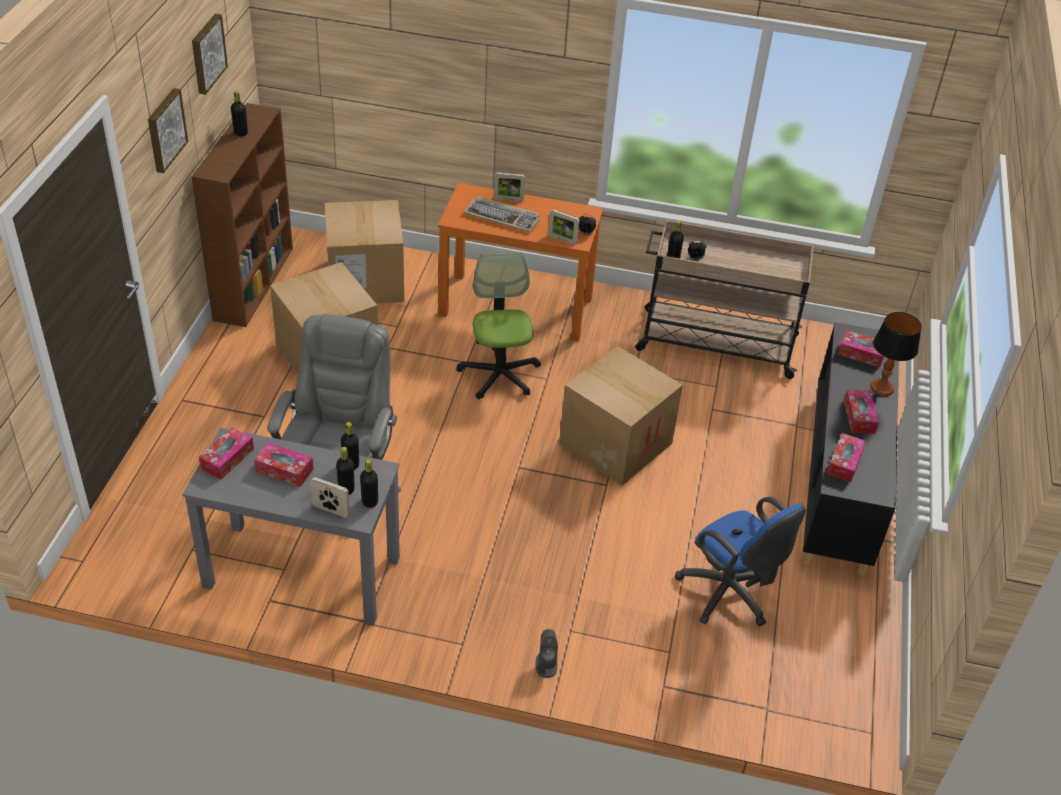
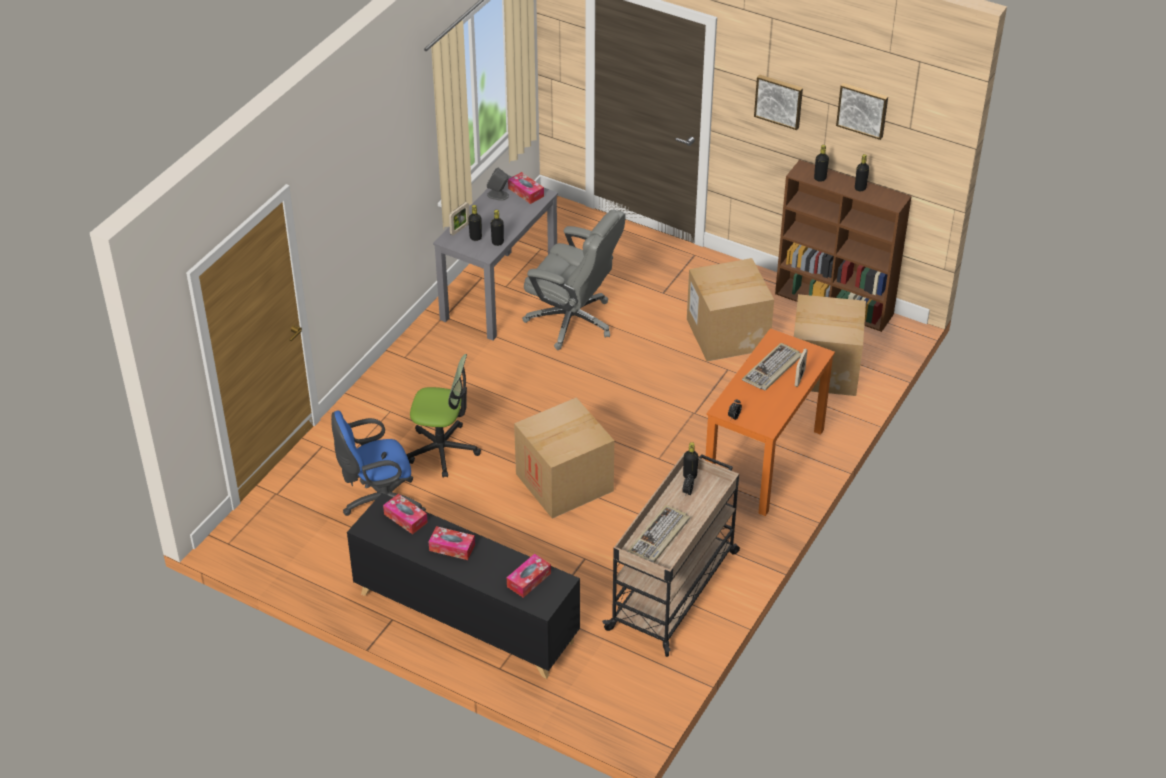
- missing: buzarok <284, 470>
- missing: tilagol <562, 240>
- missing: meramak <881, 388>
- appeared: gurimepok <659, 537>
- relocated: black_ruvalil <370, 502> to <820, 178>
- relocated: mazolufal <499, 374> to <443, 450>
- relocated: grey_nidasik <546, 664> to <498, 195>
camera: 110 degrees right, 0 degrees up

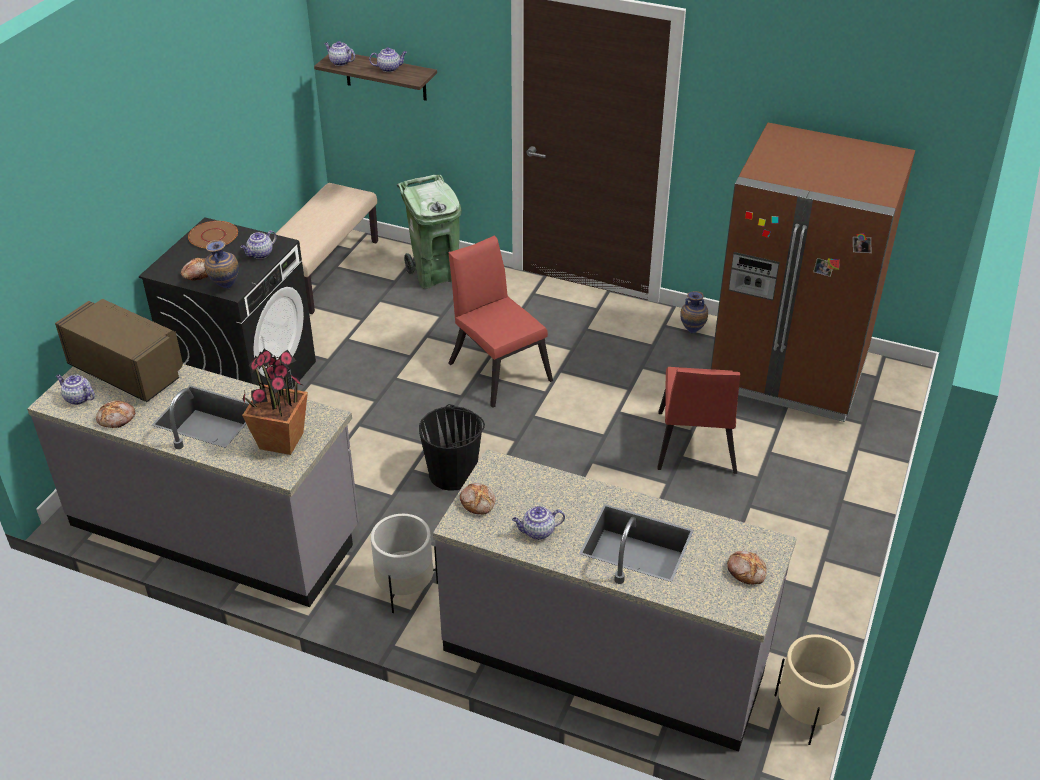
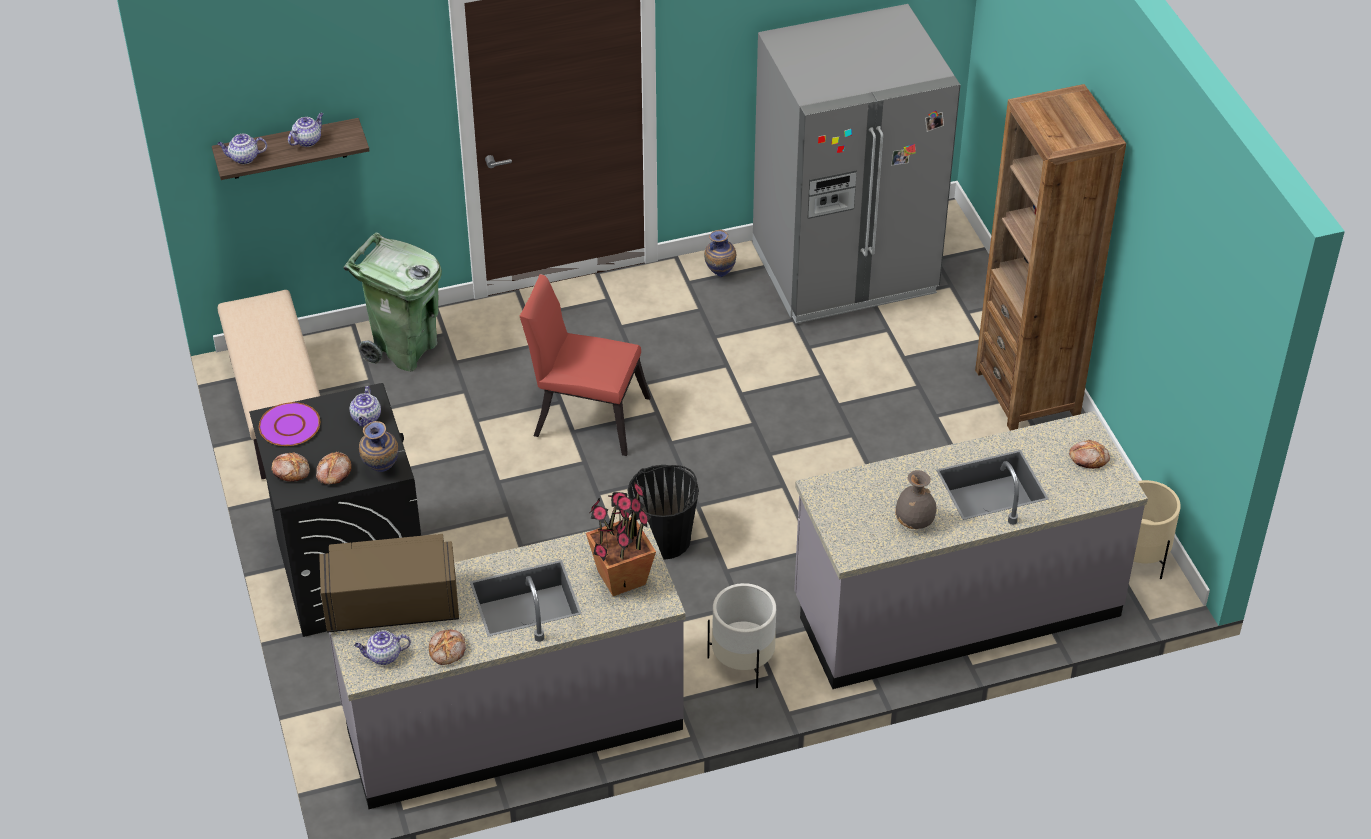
- missing: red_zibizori <694, 447>
- appeared: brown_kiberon <1027, 392>
- relocated: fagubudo <478, 502> to <291, 471>
- exchanged: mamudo <537, 532> to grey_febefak <915, 522>
- colour: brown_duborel <213, 236> to purple_duborel <289, 426>
- colour: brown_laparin <789, 372> to grey_laparin <844, 270>
camera: 40 degrees left, 5 degrees up

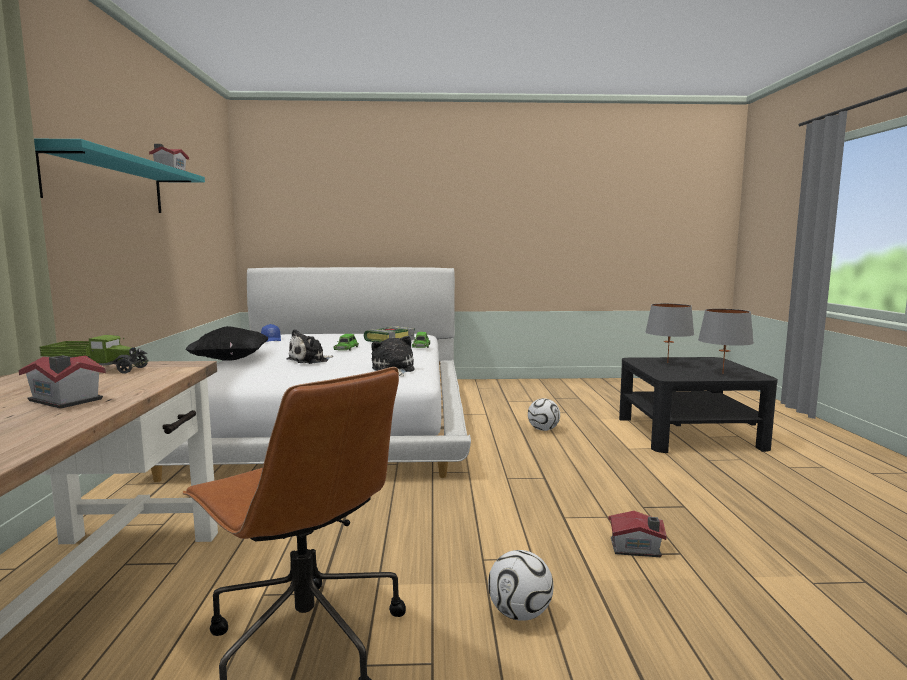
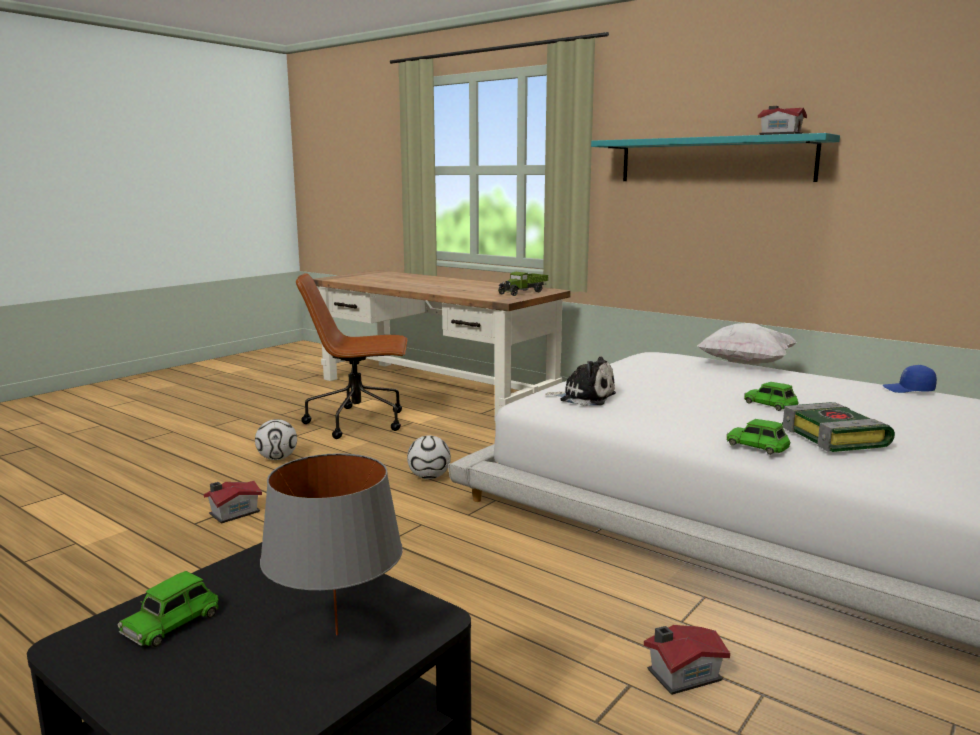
- missing: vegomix <310, 360>
- relocated: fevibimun <64, 400> to <681, 674>
- relocated: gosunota <543, 429> to <429, 477>
- exchanged: grey_meramak <722, 373> to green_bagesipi <172, 622>
- colour: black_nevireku <230, 360> to white_nevireku <745, 364>
camera: 130 degrees right, 5 degrees up

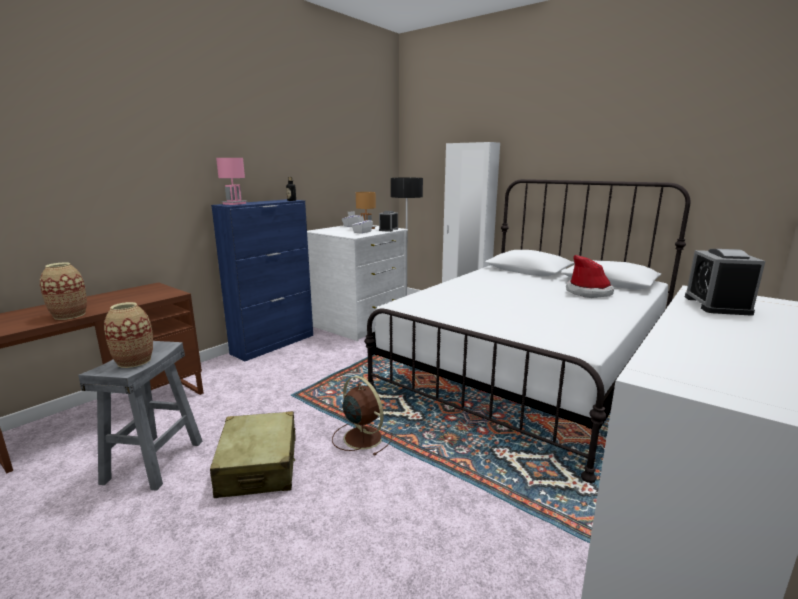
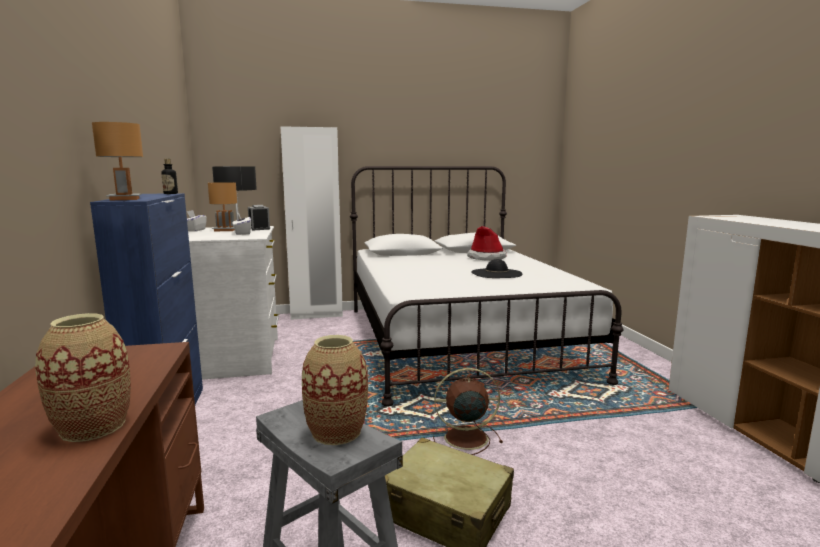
- missing: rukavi <717, 305>
- appeared: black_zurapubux <496, 273>
- colour: pink_meramak <234, 204> to brown_meramak <125, 199>
camera: 50 degrees left, 5 degrees down

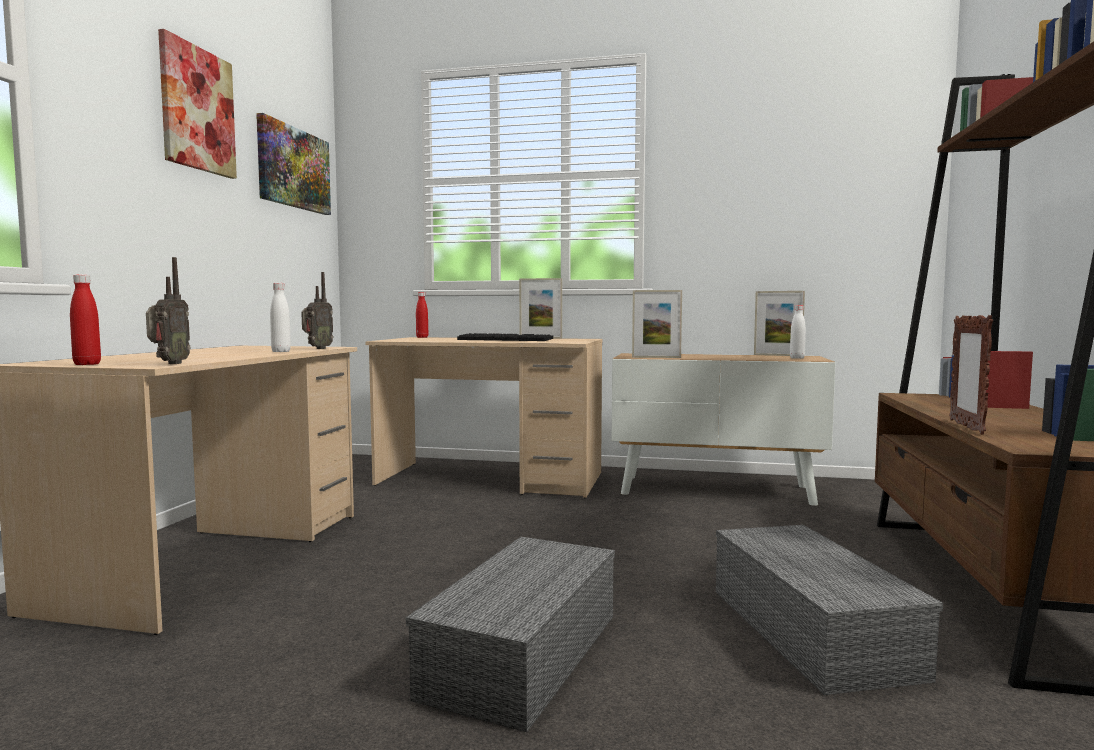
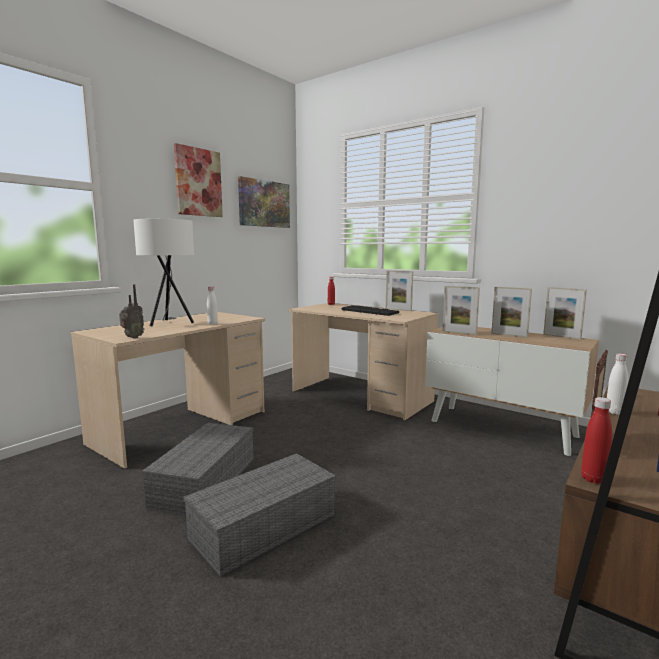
- missing: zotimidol <317, 348>
- appeared: white_meramak <170, 323>
- appeared: tilagol <509, 335>
- relocated: red_ruvalil <87, 364> to <593, 479>
- relocated: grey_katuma <806, 629> to <205, 480>
- relocated: white_ruvalil <797, 358> to <614, 412>
camera: 25 degrees right, 5 degrees up

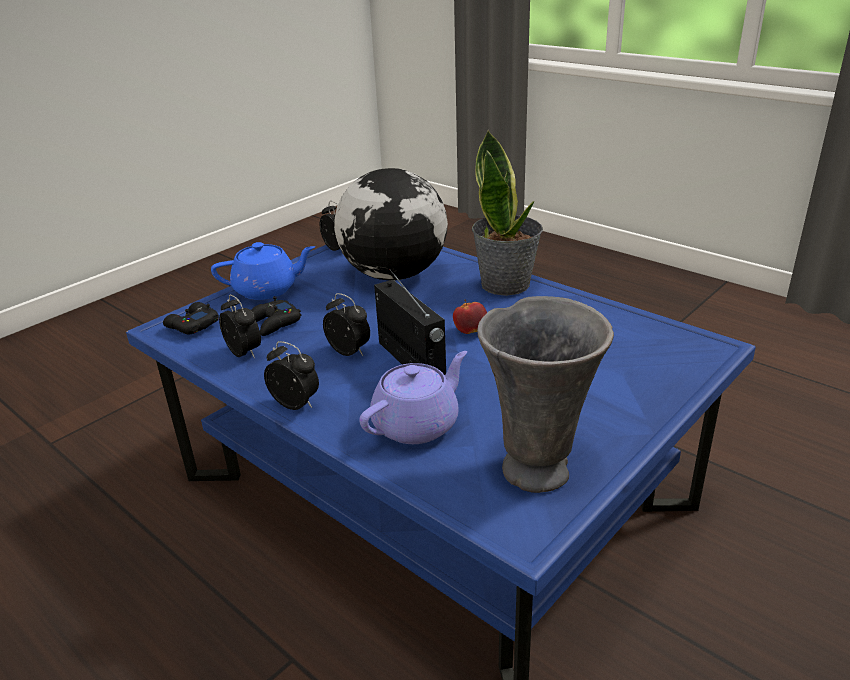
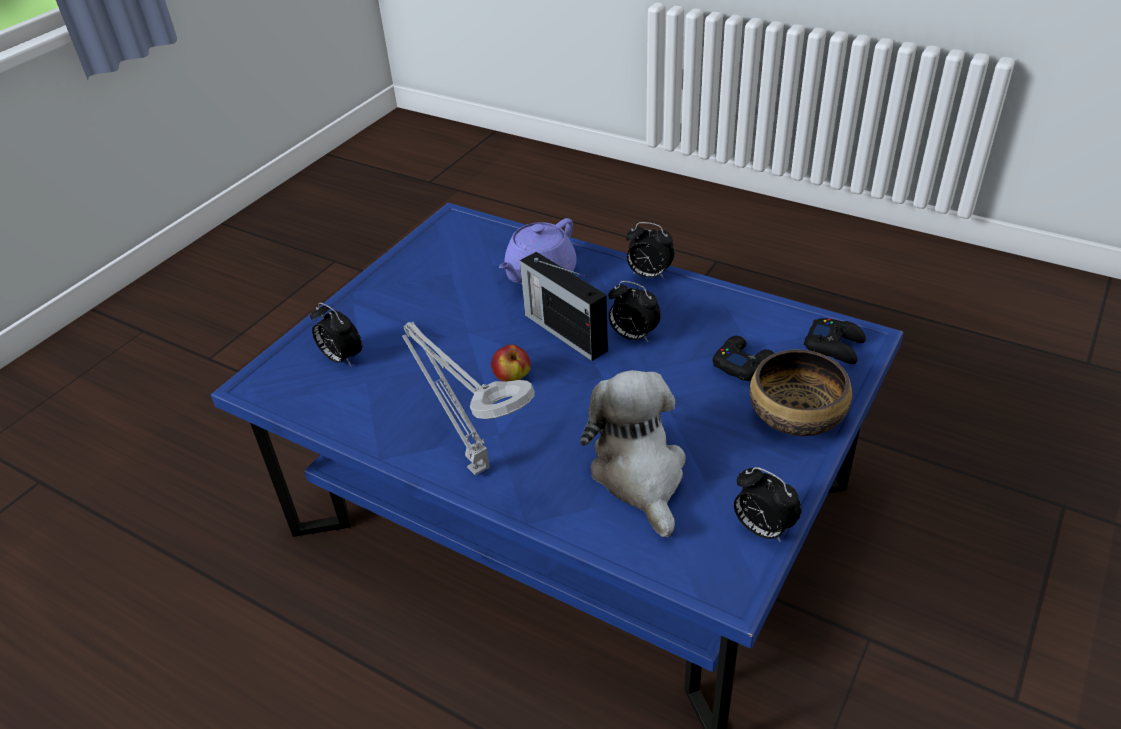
- missing: grey_febefak <538, 468>
- relocated: rukavi <245, 353> to <341, 358>
- exchanged: blue_mamudo <267, 289> to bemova <797, 415>
- exchanged: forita <394, 274> to vegomix <640, 475>
- exchanged: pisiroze <506, 284> to grey_meramak <475, 465>
camera: 170 degrees right, 10 degrees up

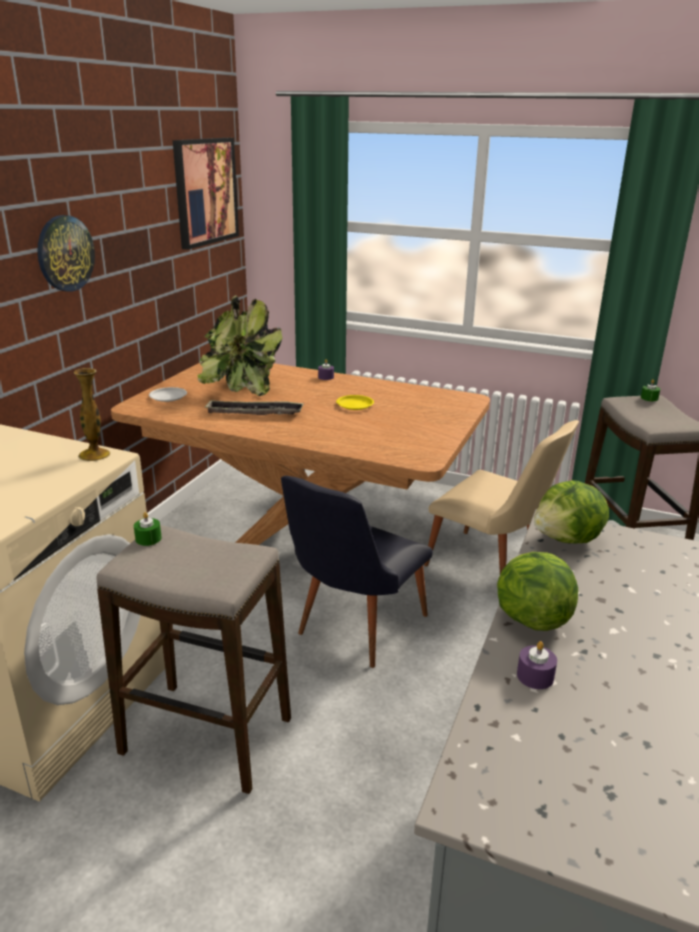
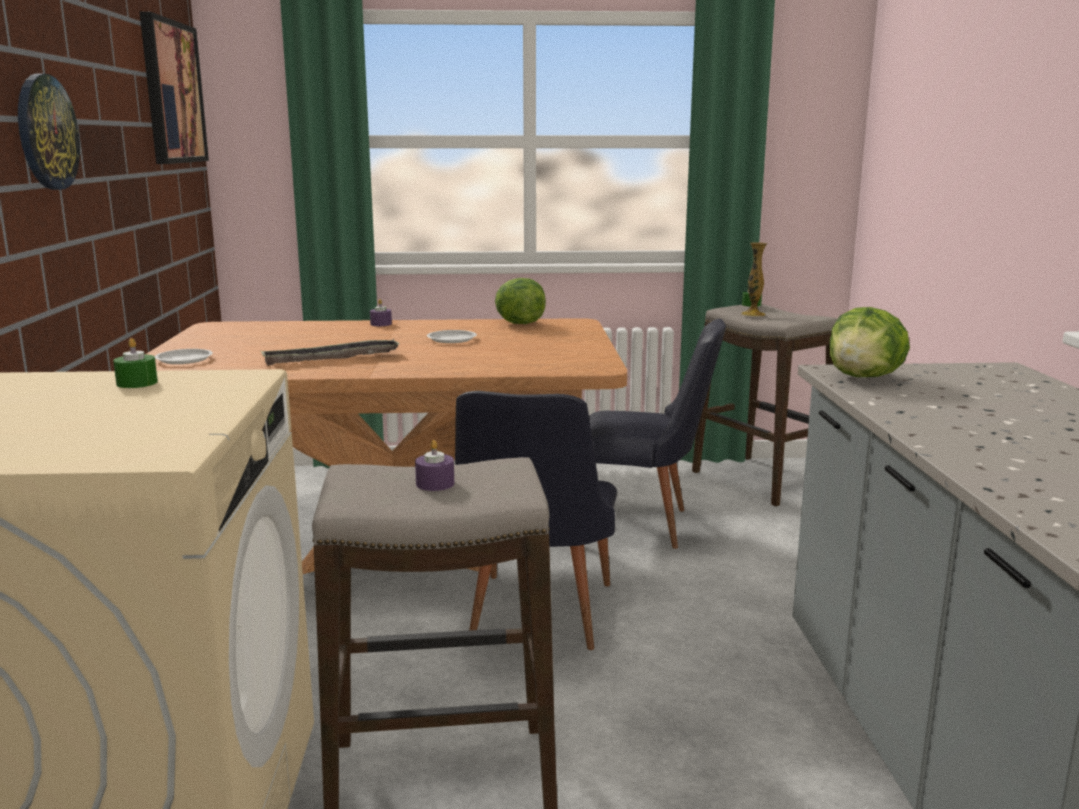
- missing: pisiroze <238, 385>
- relocated: febefak <94, 455> to <753, 314>
- relocated: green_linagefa <148, 539> to <137, 383>
- relocated: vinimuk <530, 618> to <519, 323>
- relocated: purple_linagefa <535, 676> to <435, 483>
- colour: yellow_duborel <354, 405> to white_duborel <451, 340>
- colour: beige_zibizori <492, 567> to black_zibizori <640, 525>
camera: 25 degrees left, 10 degrees down

